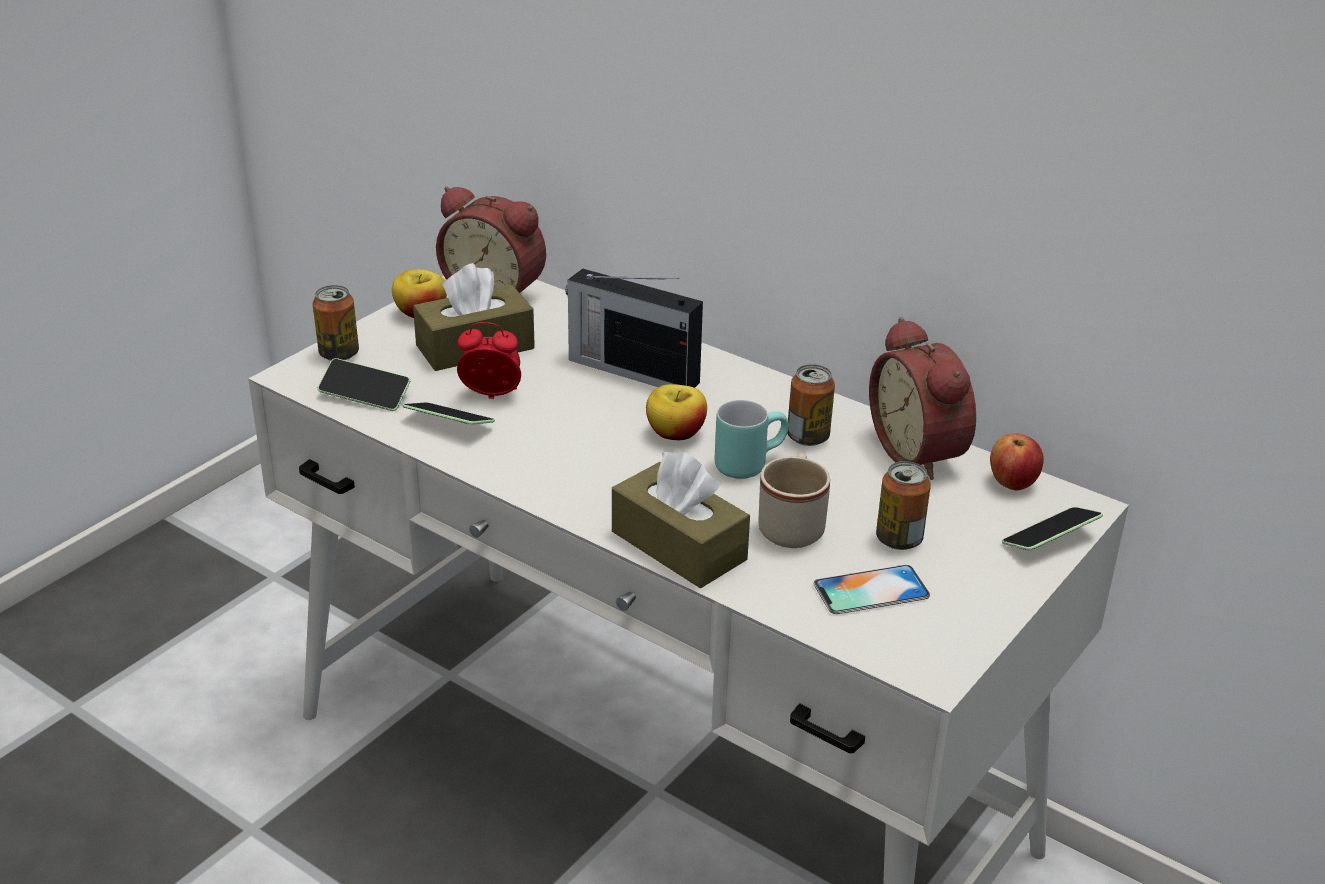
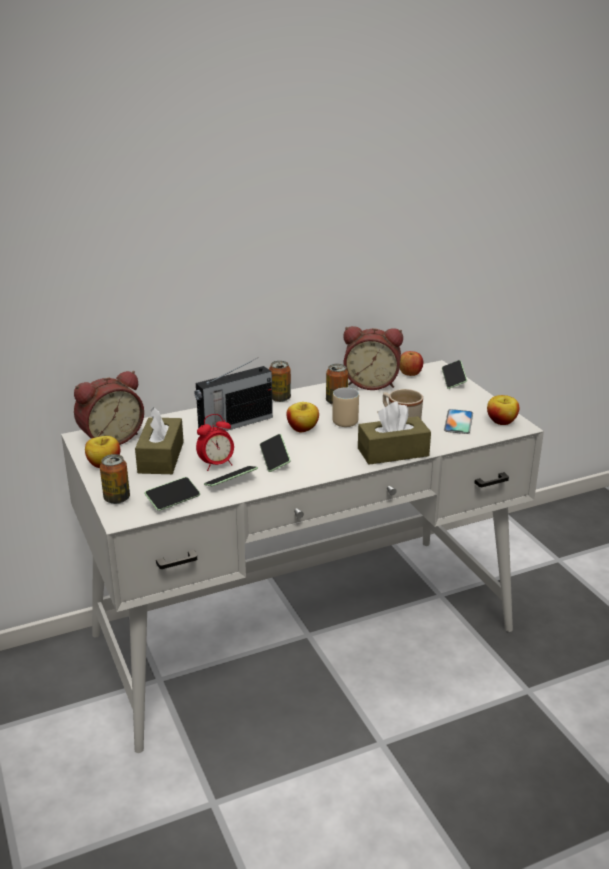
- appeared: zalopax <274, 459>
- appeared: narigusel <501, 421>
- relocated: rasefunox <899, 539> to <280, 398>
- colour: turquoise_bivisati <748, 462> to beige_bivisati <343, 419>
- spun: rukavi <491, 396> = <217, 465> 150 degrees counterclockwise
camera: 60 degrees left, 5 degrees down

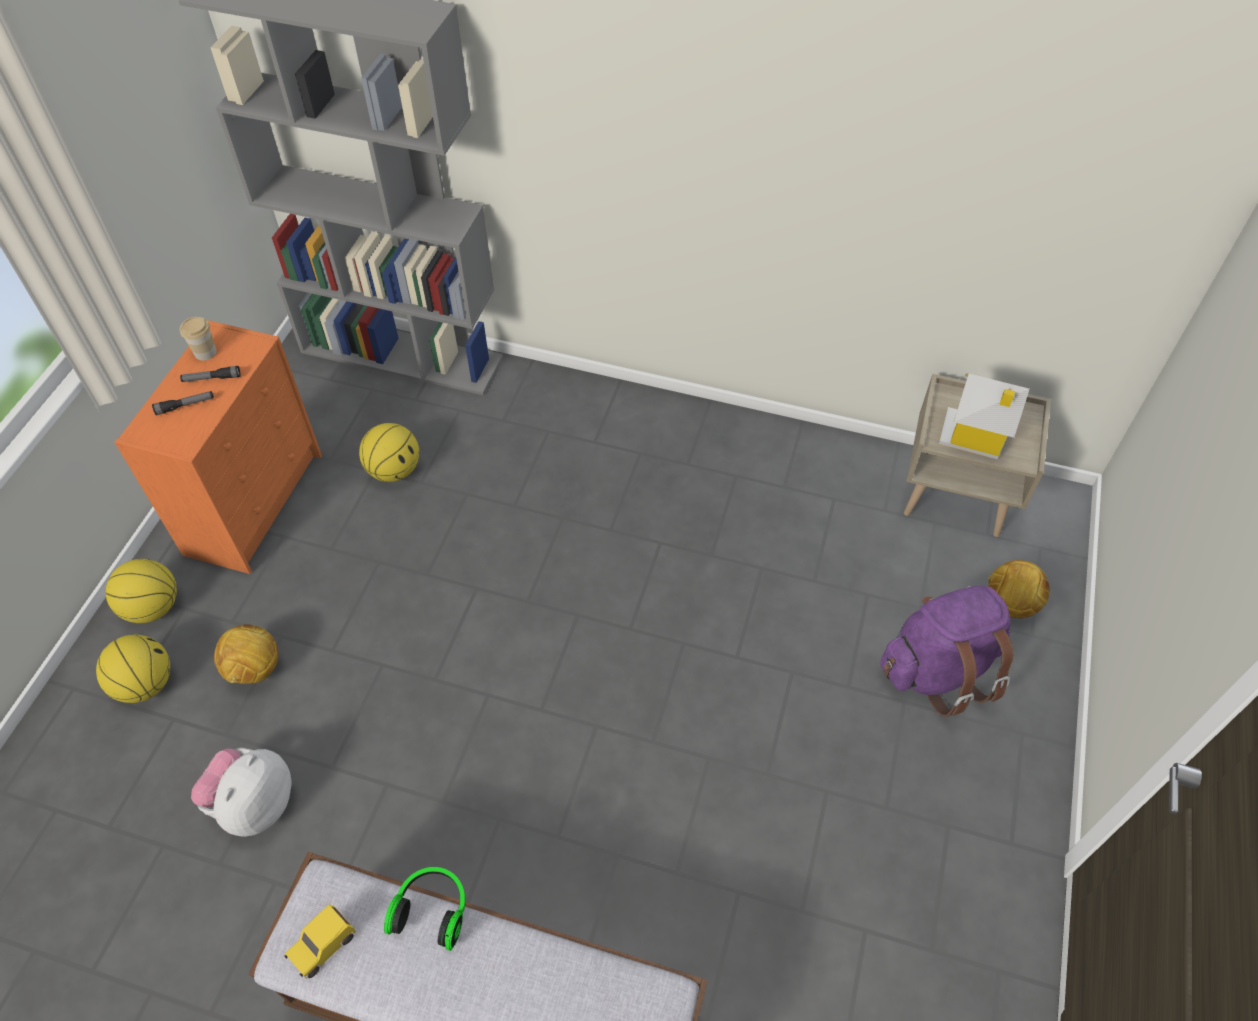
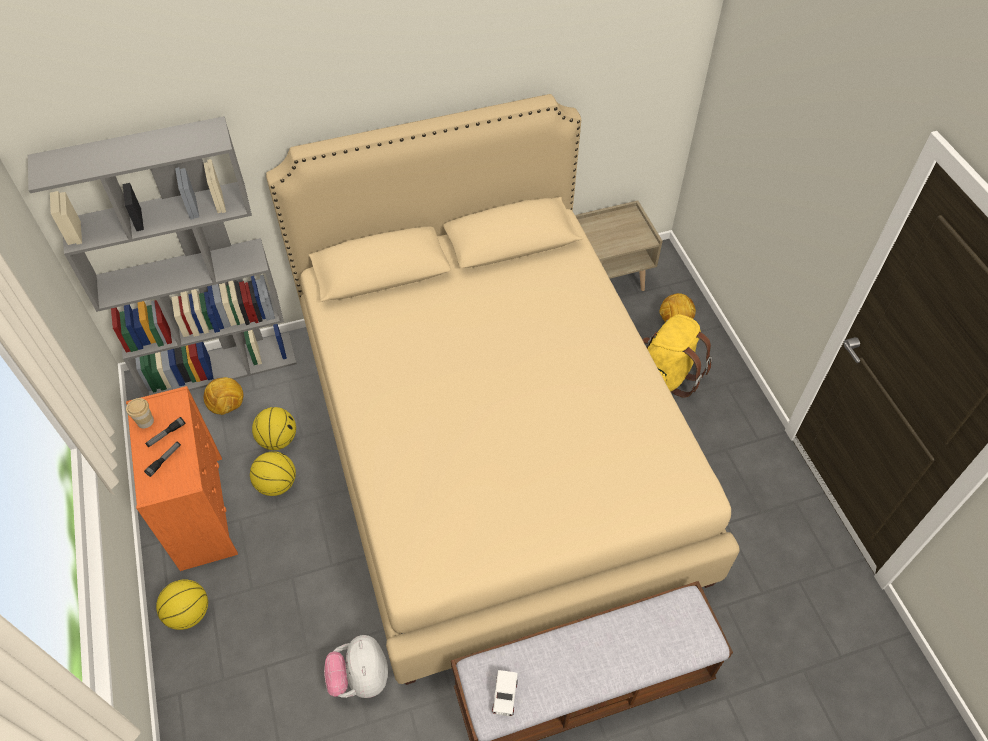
- missing: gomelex <432, 910>
- missing: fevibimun <975, 435>
- appeared: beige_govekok <493, 446>
- relocated: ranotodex <145, 683> to <276, 484>
- relocated: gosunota <255, 669> to <228, 406>
- colour: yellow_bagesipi <323, 946> to white_bagesipi <504, 696>
- colour: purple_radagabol <938, 670> to yellow_radagabol <666, 376>
camera: 35 degrees left, 0 degrees up

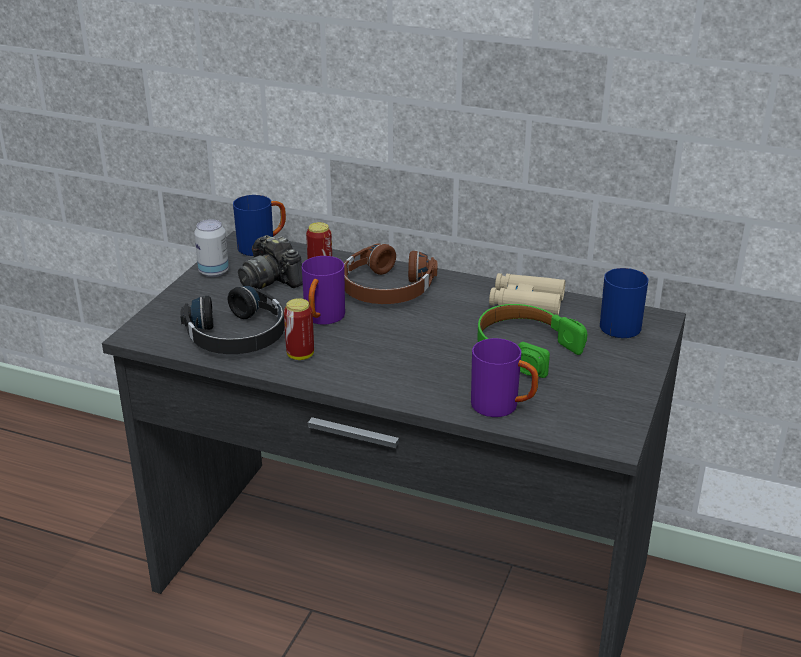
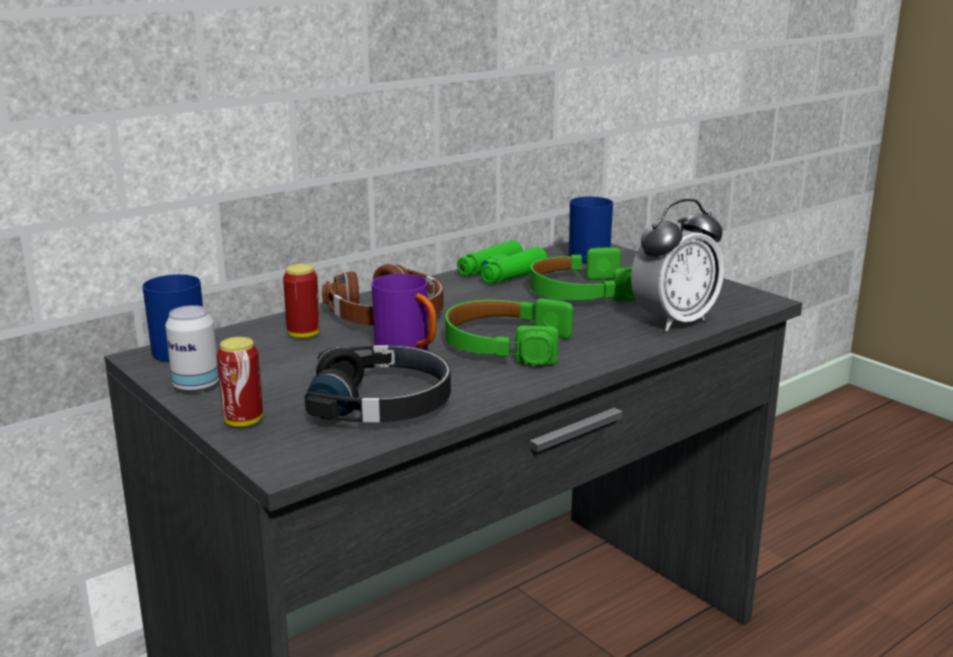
- missing: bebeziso <271, 280>
- appeared: green_gomelex <505, 345>
- relocated: rasefunox <300, 355> to <243, 421>
- exchanged: purple_bivisati <503, 407> to rukavi <674, 321>
- colour: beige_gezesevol <526, 302> to green_gezesevol <501, 273>
camera: 60 degrees left, 10 degrees down

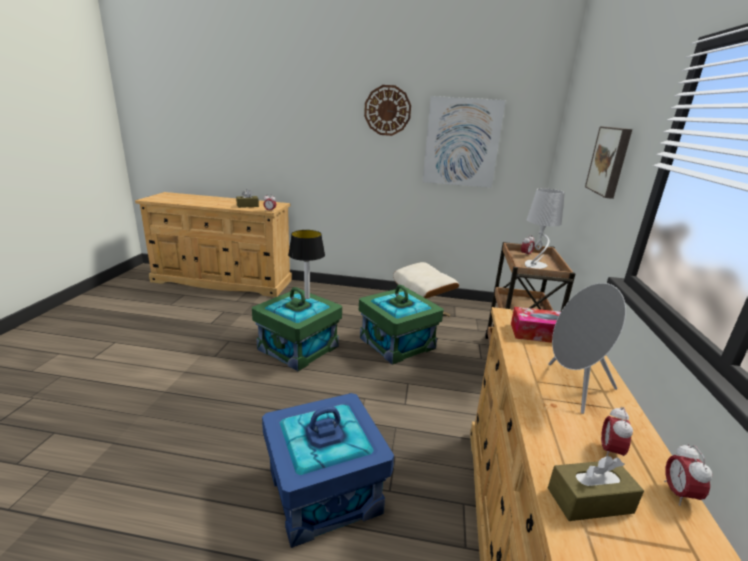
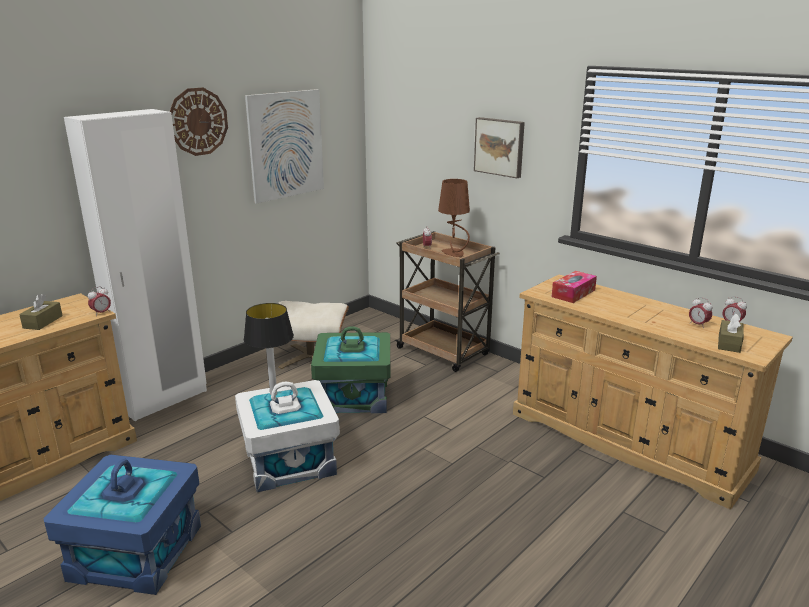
- missing: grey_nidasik <573, 387>
- appeared: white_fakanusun <164, 400>
- relocated: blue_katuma <324, 490> to <135, 552>
- colour: green_katuma <299, 347> to white_katuma <289, 460>
- colour: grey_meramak <534, 266> to brown_meramak <454, 253>
camera: 55 degrees left, 0 degrees up

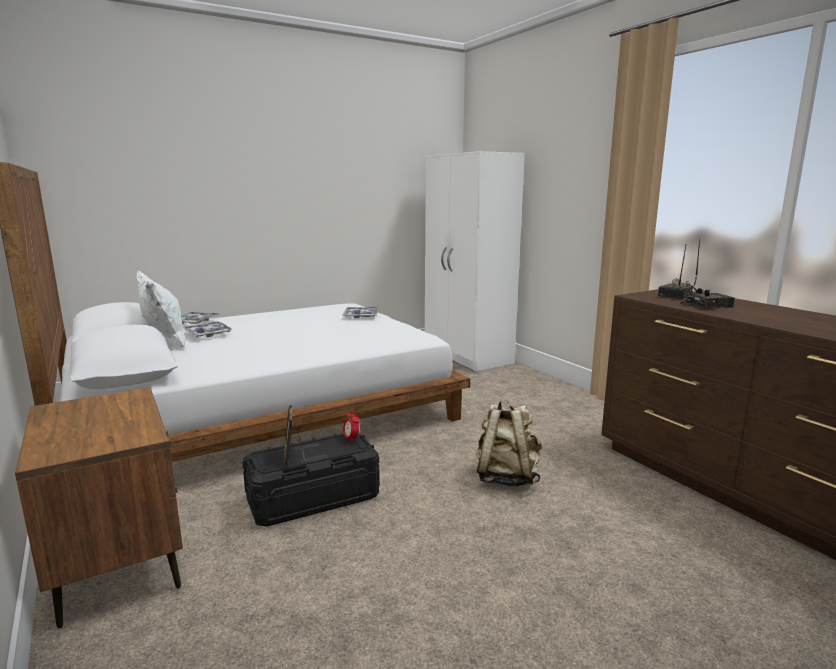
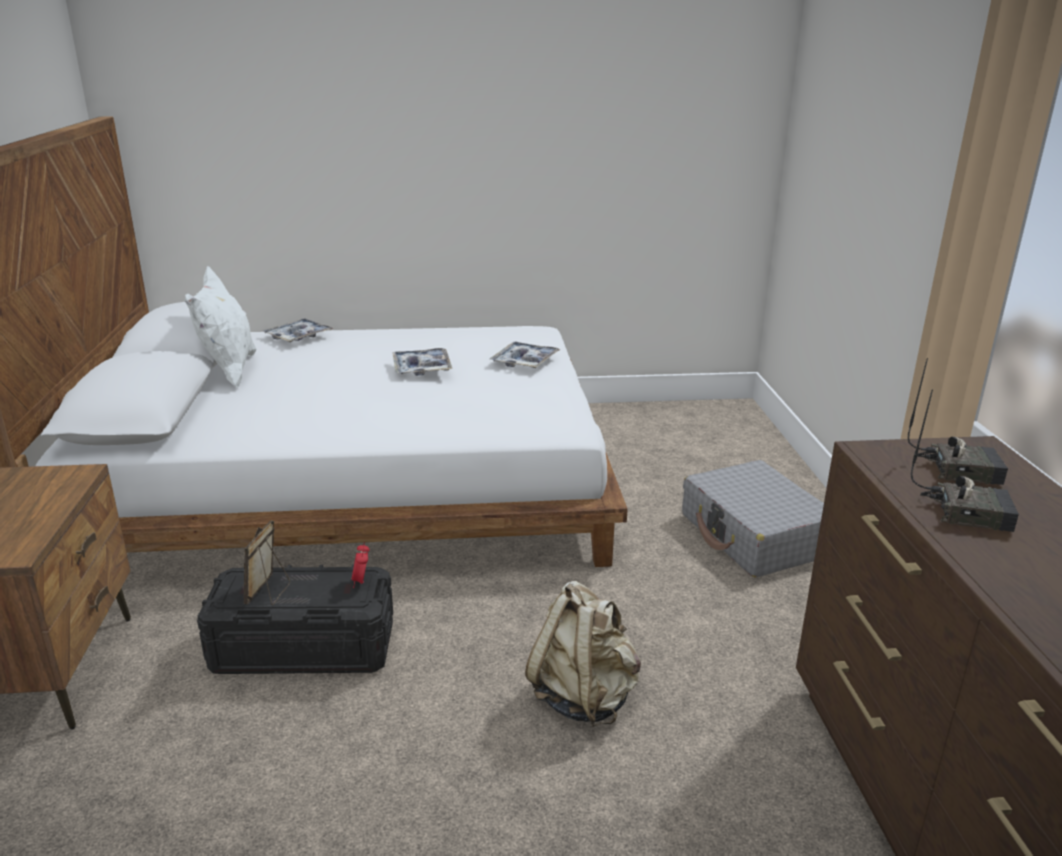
- missing: white_fakanusun <467, 356>
- appeared: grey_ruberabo <755, 535>
- relocated: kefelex <207, 334> to <422, 368>
- spun: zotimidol <678, 296> = <959, 470> 150 degrees counterclockwise
camera: 25 degrees right, 10 degrees up

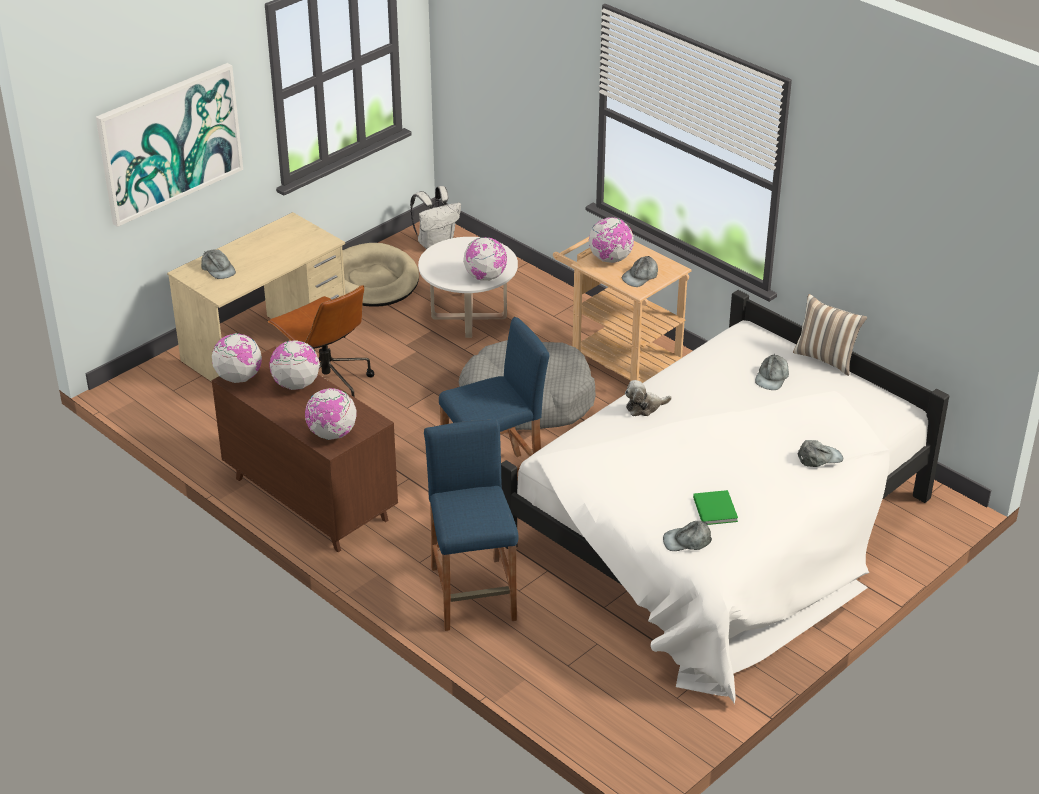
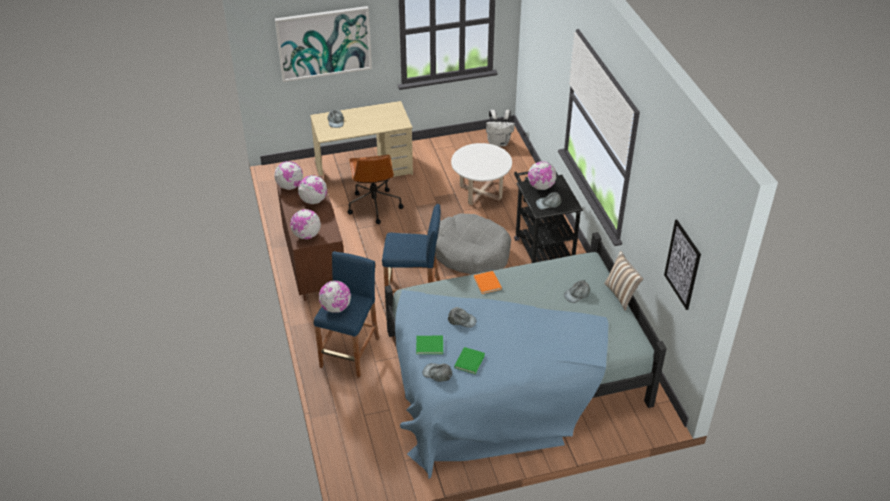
- missing: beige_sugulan <373, 280>
- appeared: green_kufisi <430, 346>
- appeared: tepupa <682, 264>
- relocated: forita <485, 277> to <336, 308>
- relocated: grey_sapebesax <819, 457> to <461, 320>
- exchanged: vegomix <644, 407> to orange_kufisi <487, 284>
- colour: white_govekok <722, 532> to blue_govekok <512, 374>
- colour: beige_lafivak <618, 359> to black_lafivak <541, 247>
camera: 30 degrees right, 5 degrees up

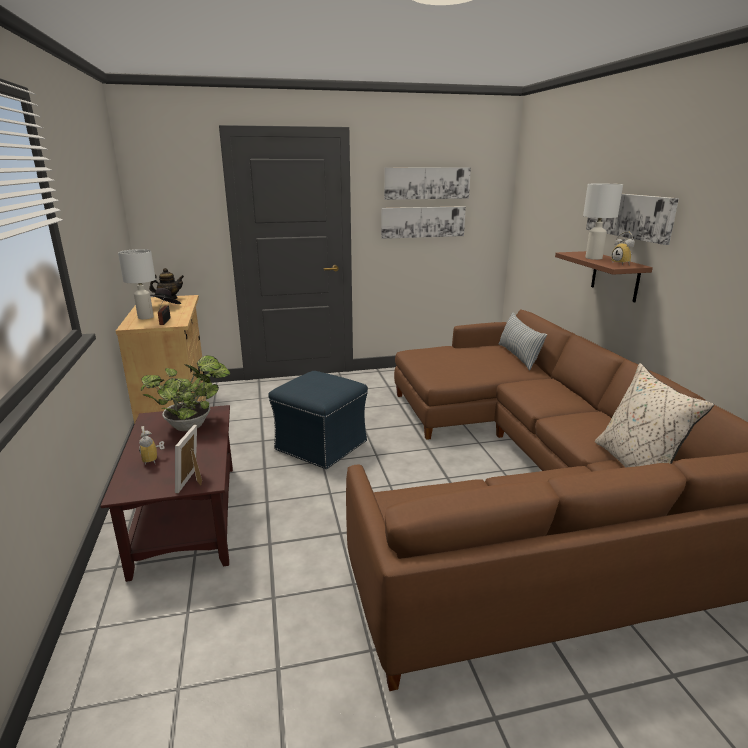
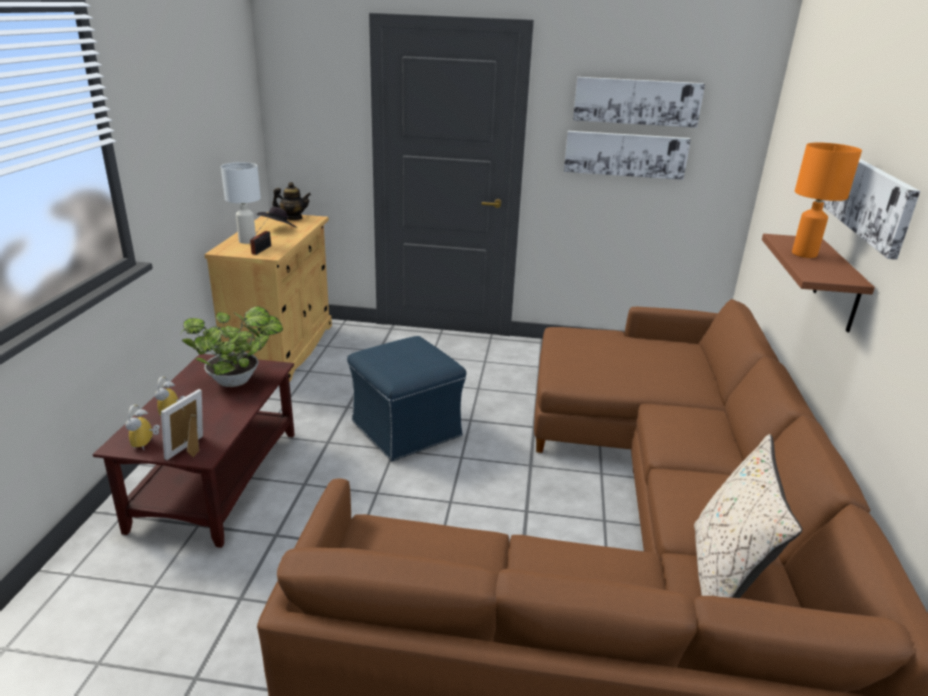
- missing: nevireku <518, 356>
- relocated: rukavi <623, 264> to <146, 444>
- colour: white_meramak <594, 258> to orange_meramak <805, 254>
camera: 20 degrees right, 5 degrees up

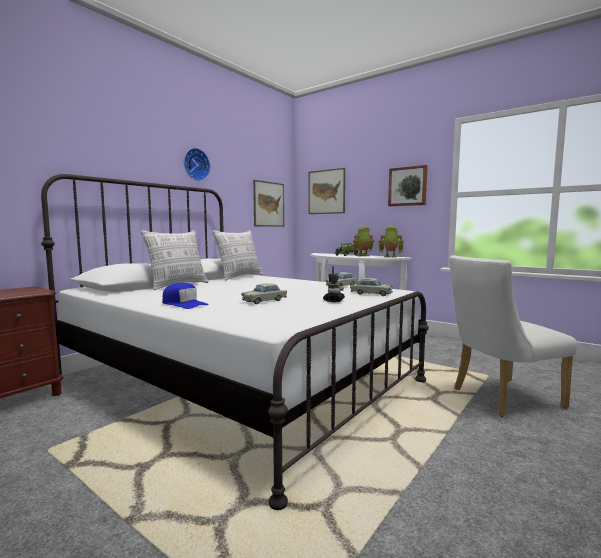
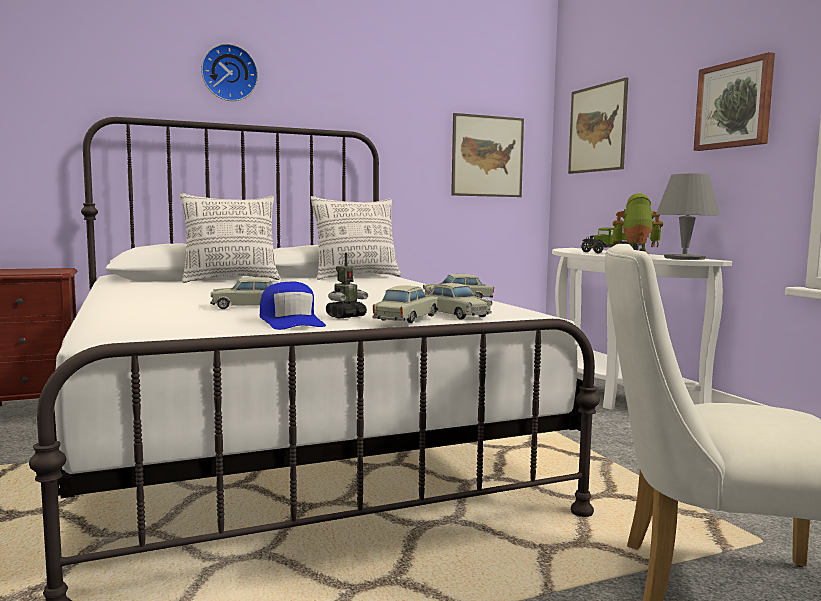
- appeared: beige_bagesipi <406, 318>
- relocated: blue_sapebesax <184, 304> to <290, 321>
- relocated: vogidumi <195, 165> to <229, 73>
- exchanged: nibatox <390, 257> to grey_meramak <683, 258>
camera: 30 degrees right, 0 degrees up

